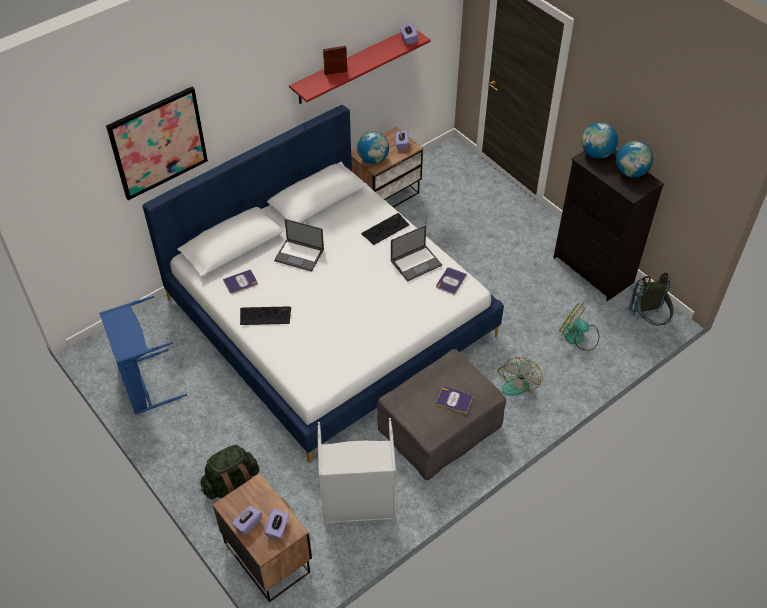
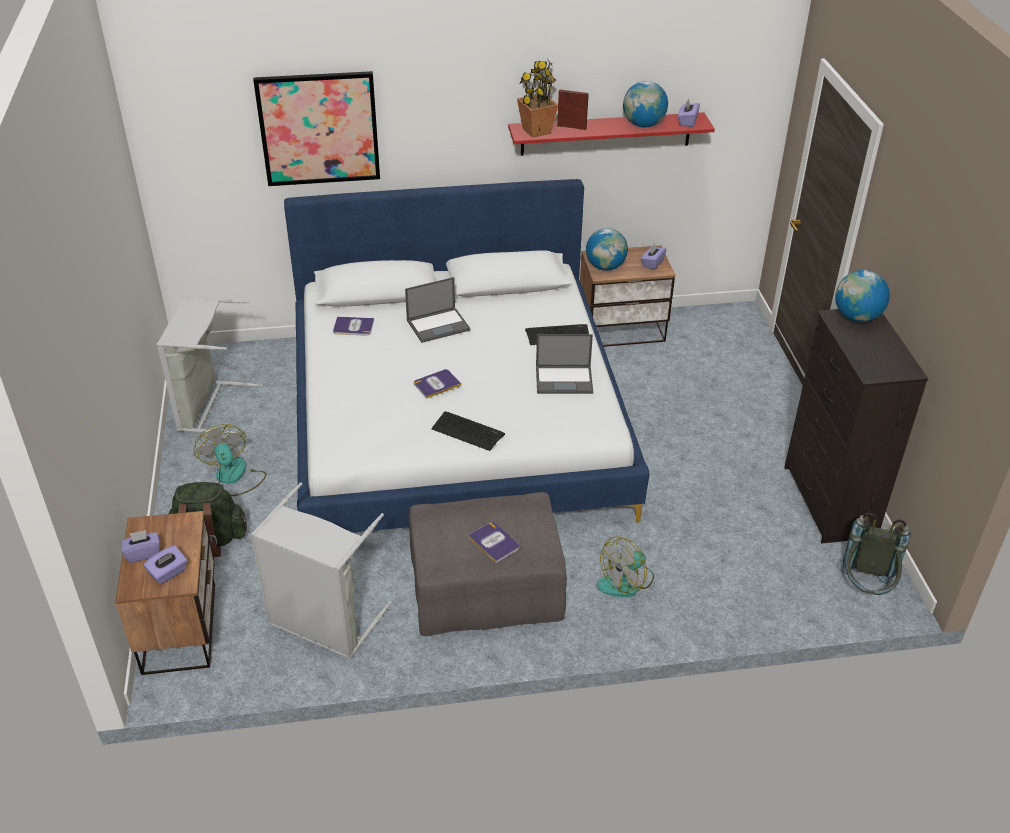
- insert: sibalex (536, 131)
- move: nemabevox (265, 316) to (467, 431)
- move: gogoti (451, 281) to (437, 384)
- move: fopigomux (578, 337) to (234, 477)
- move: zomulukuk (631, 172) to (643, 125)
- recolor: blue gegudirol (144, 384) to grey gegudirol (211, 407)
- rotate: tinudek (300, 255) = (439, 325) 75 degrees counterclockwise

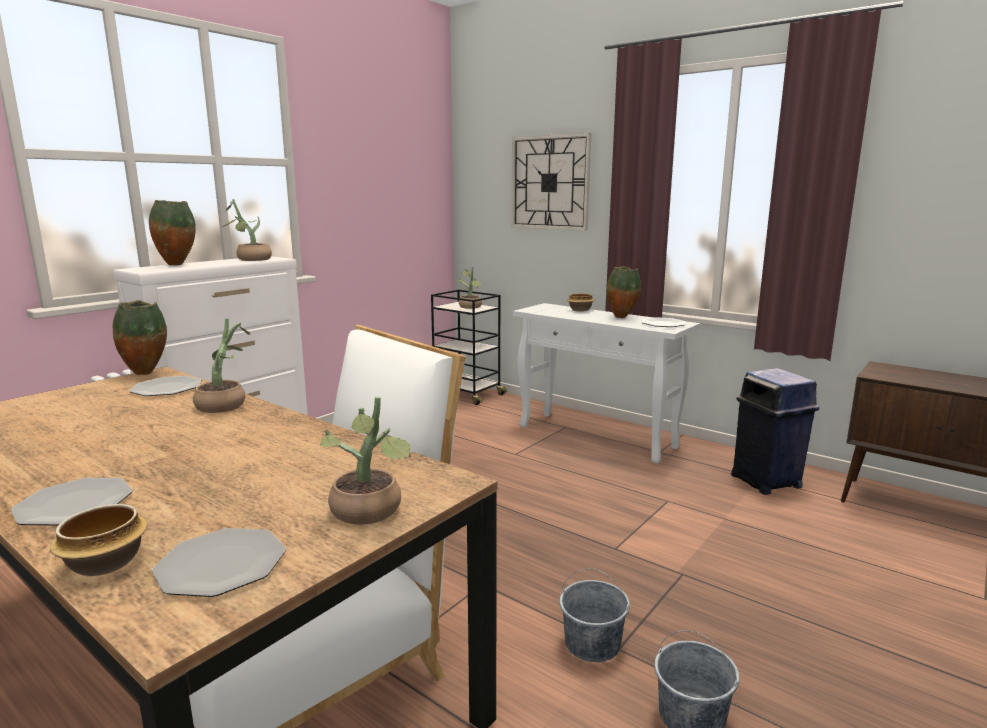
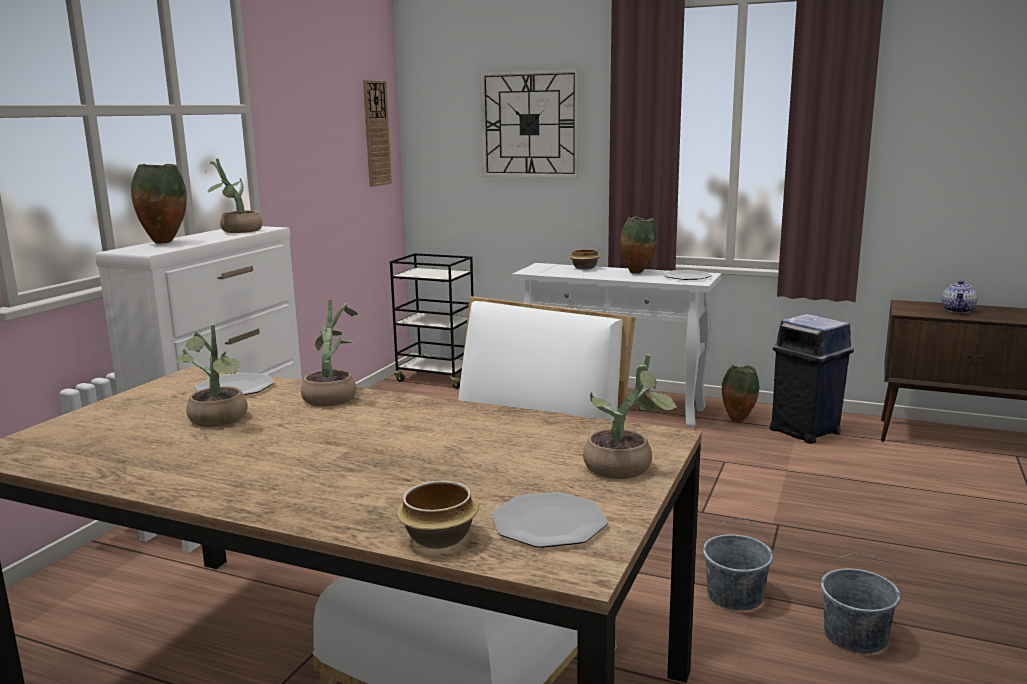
- delete: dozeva (74, 504)
- insert: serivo (376, 133)
- insert: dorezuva (958, 310)
- move: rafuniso (146, 373) to (738, 420)
- move: sibalex (470, 307) to (219, 421)

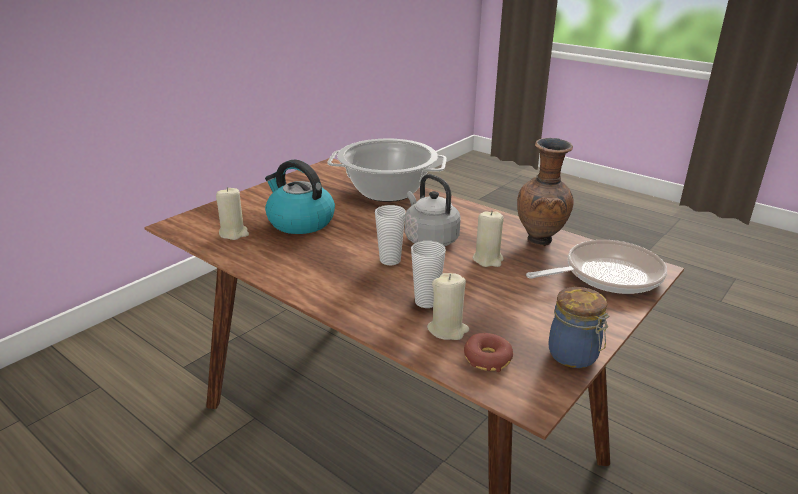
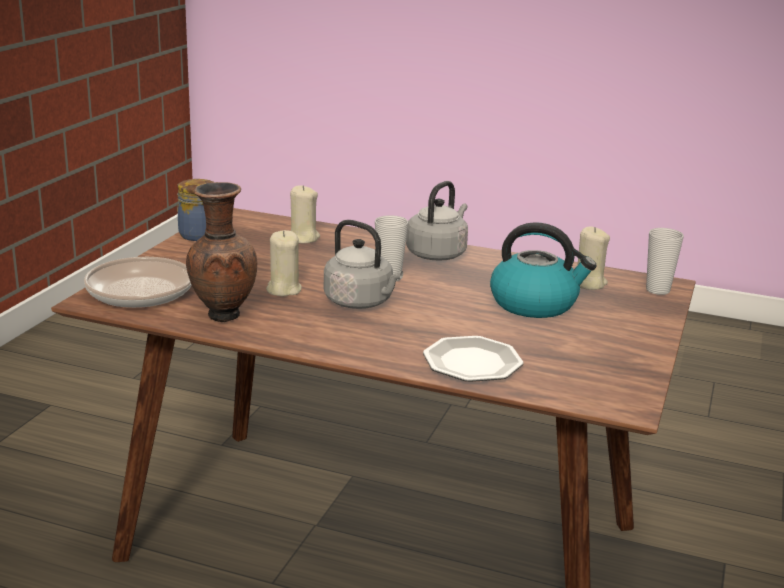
- delete: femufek (487, 358)
- insert: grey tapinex (438, 254)
- move: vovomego (426, 302) to (658, 290)
- replace: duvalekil (388, 191) to dozeva (472, 363)

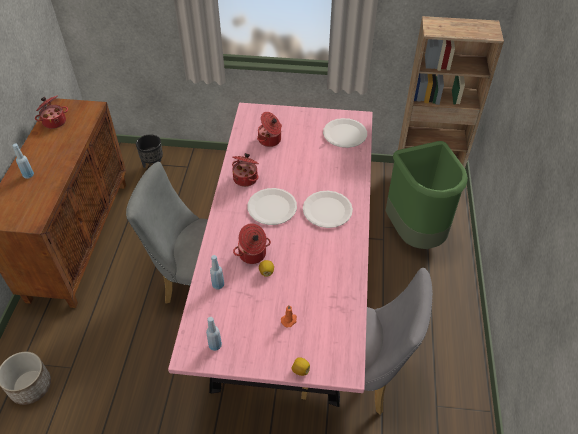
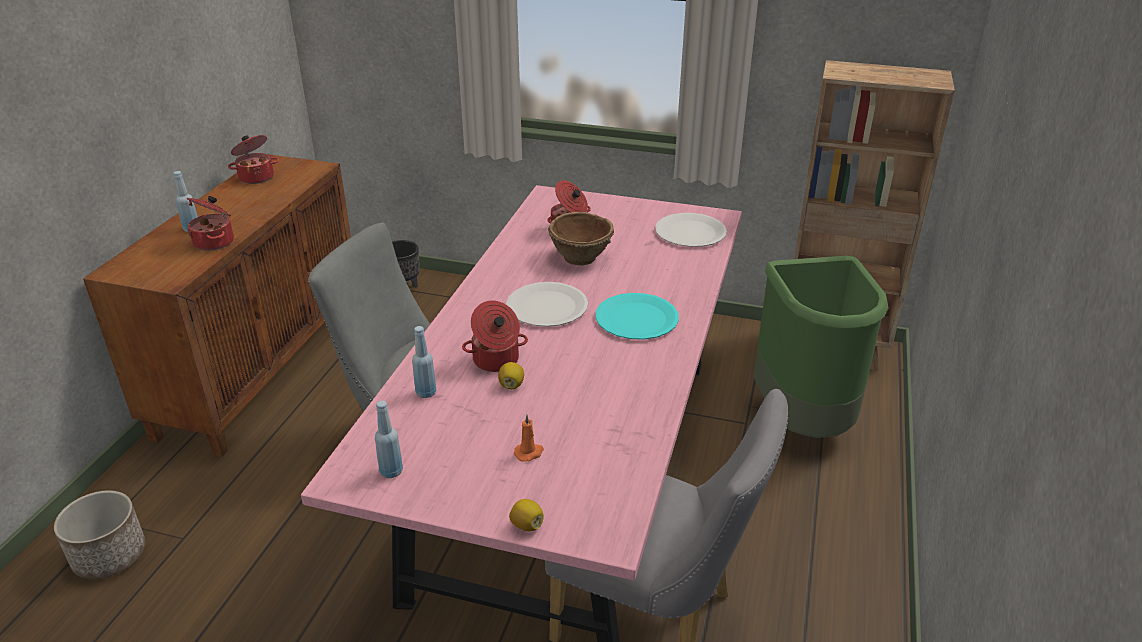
- insert: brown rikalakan (581, 258)
- move: duvalekil (246, 178) to (215, 242)
- recolor: white dozeva (327, 210) to turquoise dozeva (637, 319)

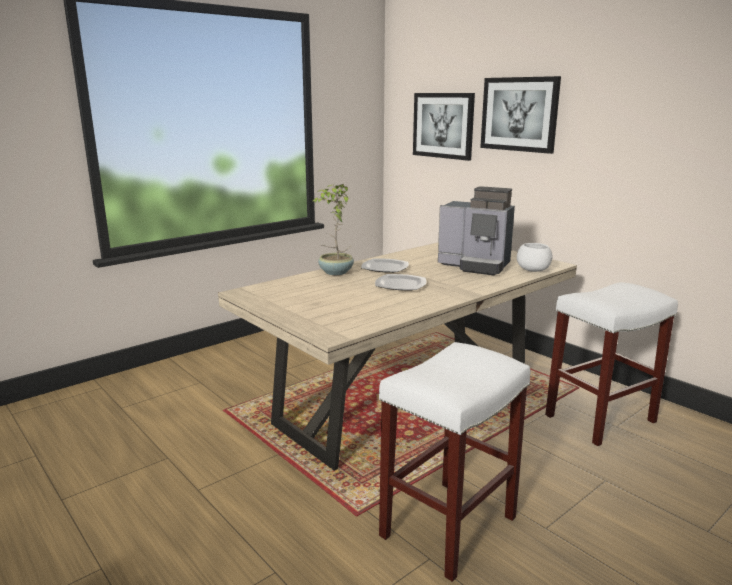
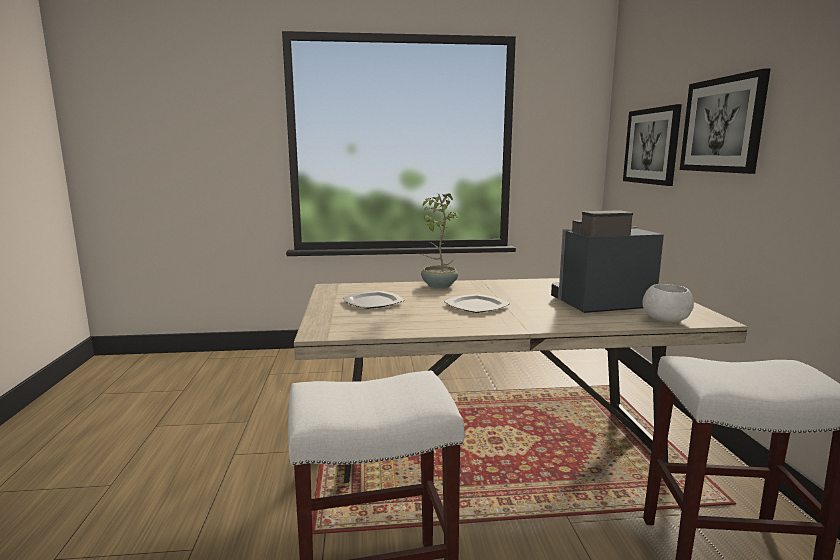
- move: dozeva (384, 267) to (373, 302)
- rotate: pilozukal (476, 266) = (599, 304) 105 degrees clockwise

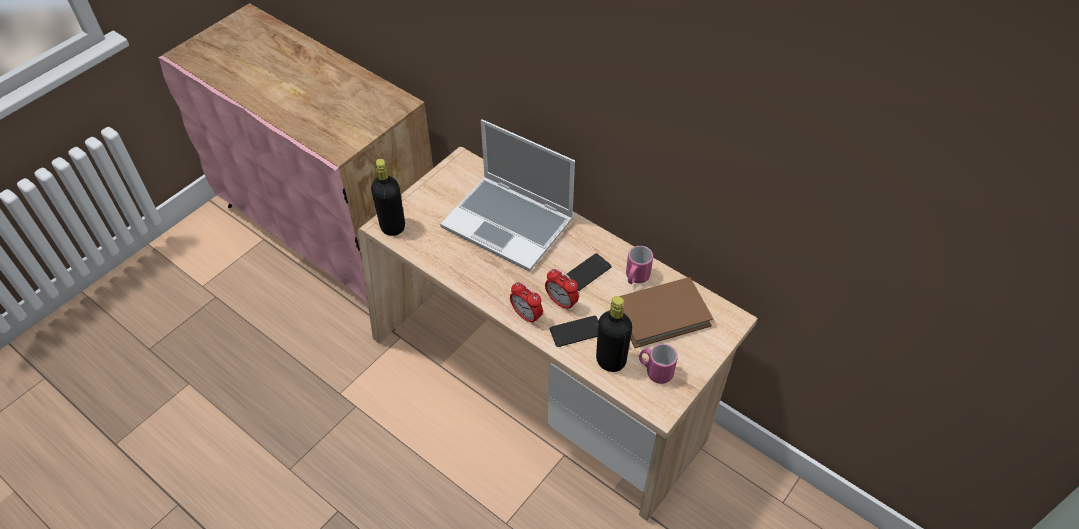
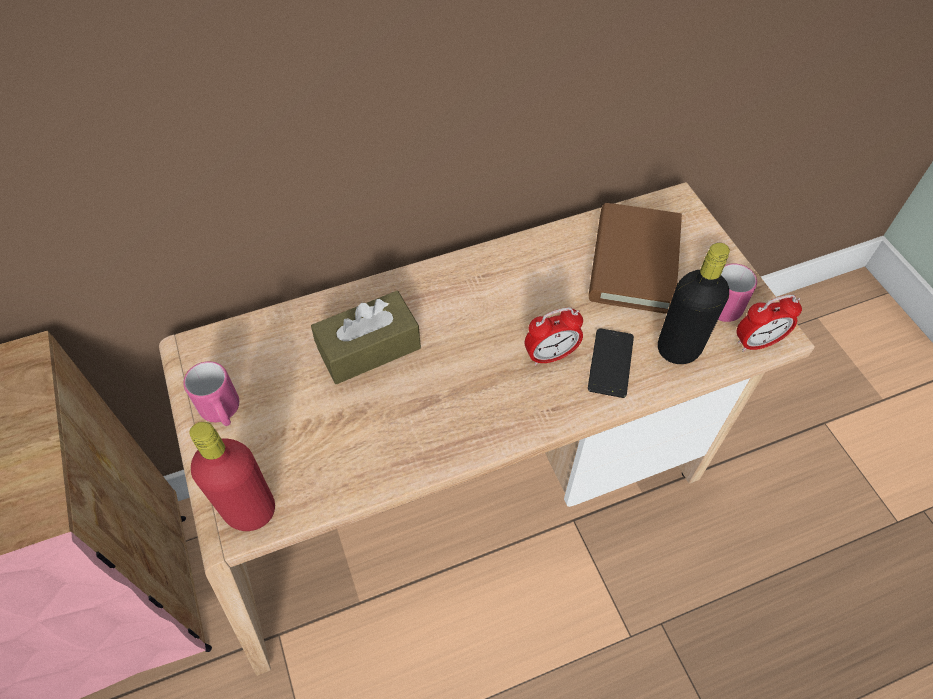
- delete: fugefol (587, 272)
- move: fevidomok (526, 315) to (757, 342)
- move: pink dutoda (635, 278) to (222, 412)
- replace: tinudek (510, 224) to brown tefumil (369, 348)
- recolor: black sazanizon (392, 227) to red sazanizon (250, 510)

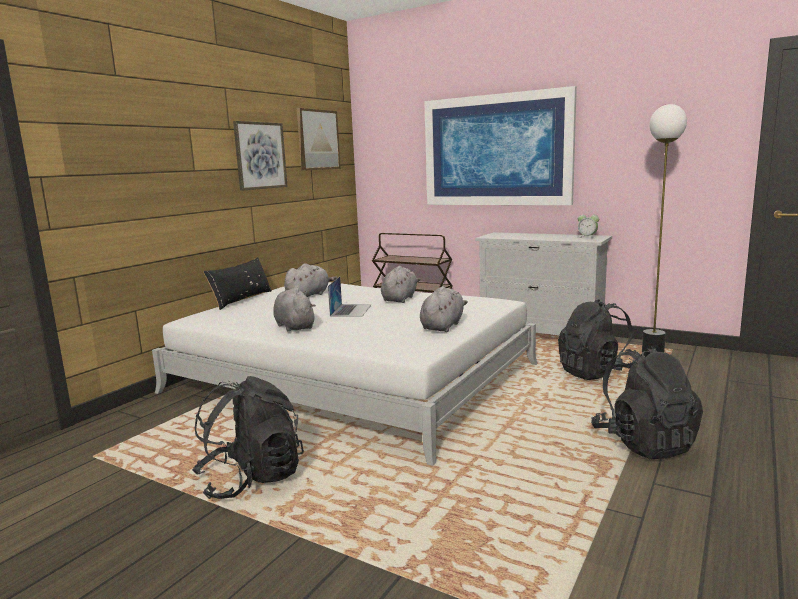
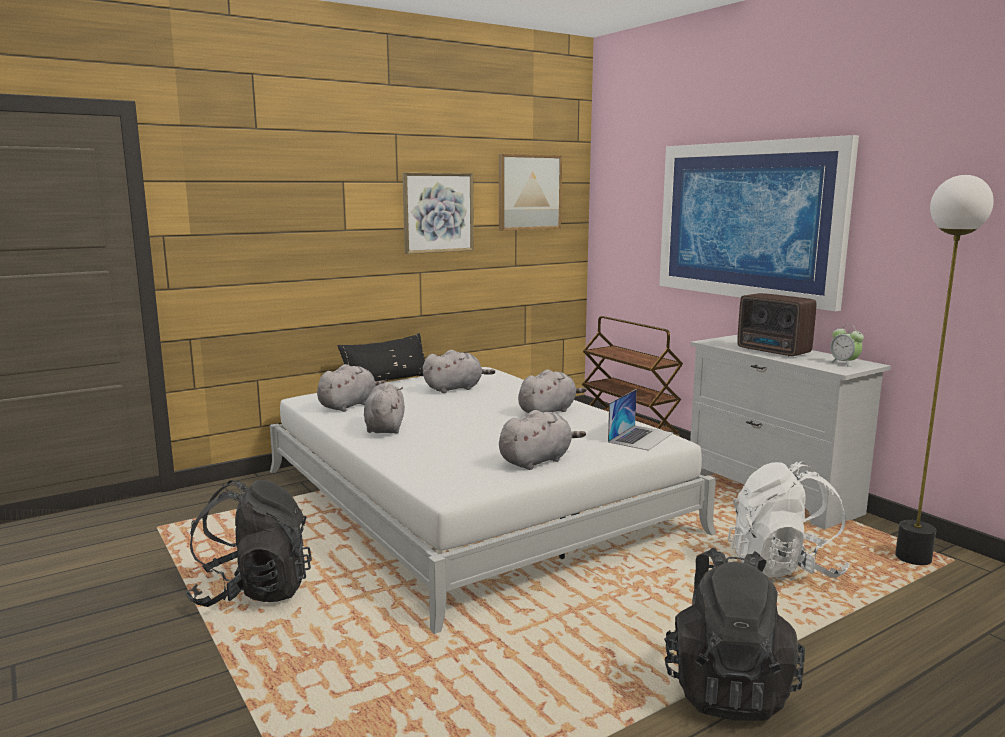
- insert: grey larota (349, 405)
- insert: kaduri (774, 351)
- move: tinudek (351, 310) to (641, 437)
- recolor: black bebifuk (595, 373) to white bebifuk (783, 567)

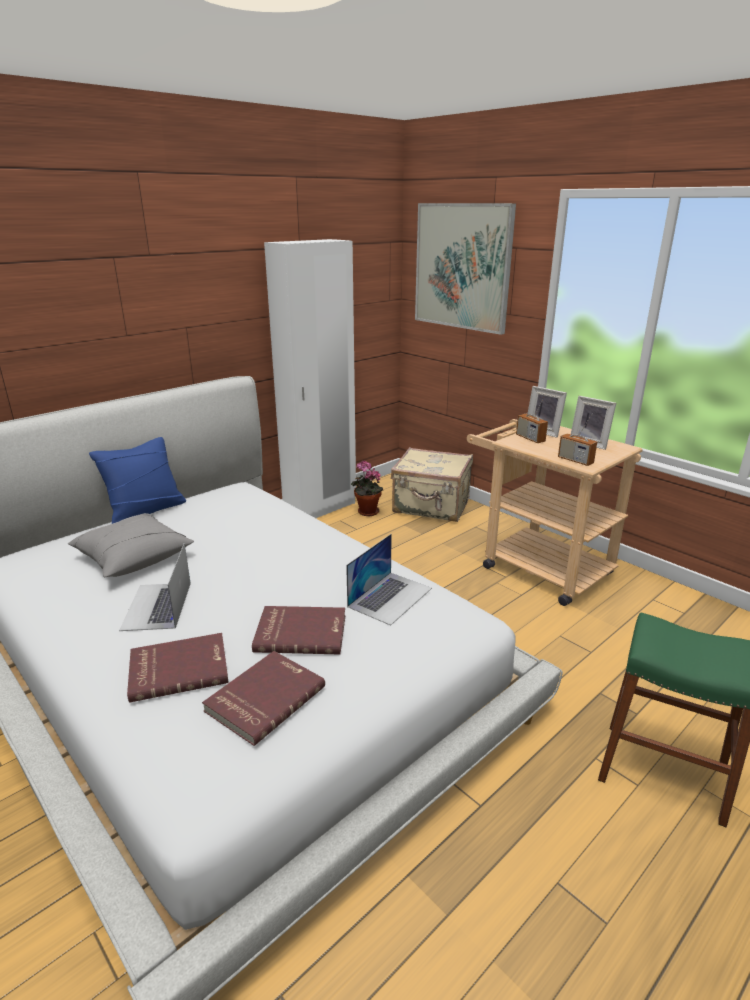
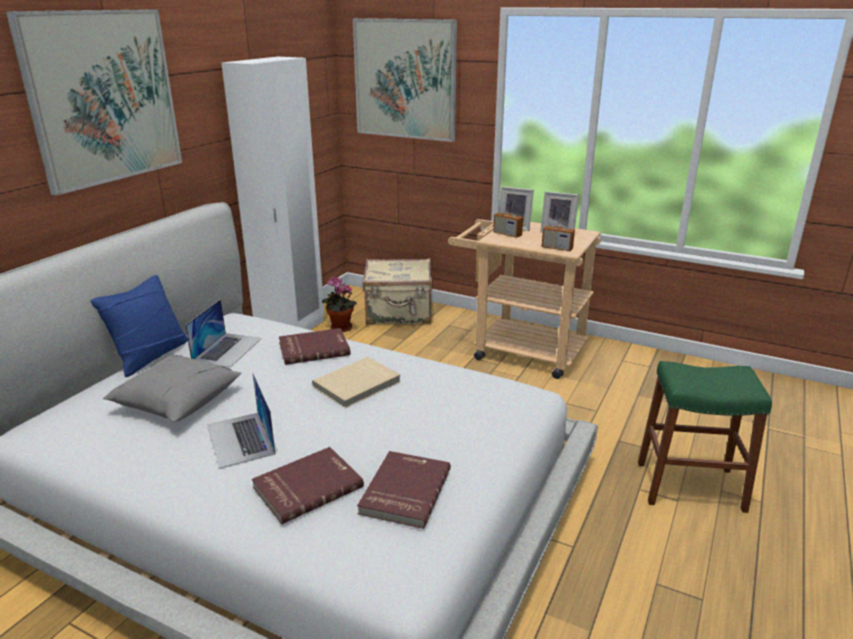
- insert: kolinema (103, 97)
- insert: beige gogoti (358, 385)
- move: red gogoti (301, 632) to (314, 348)
- move: tinudek (390, 597) to (227, 349)

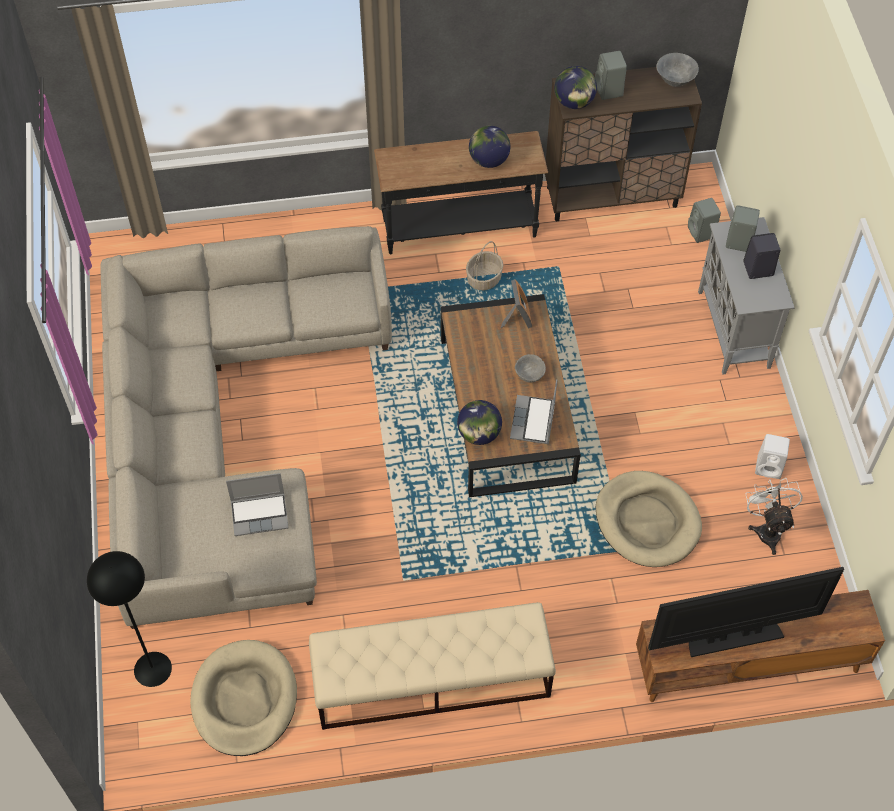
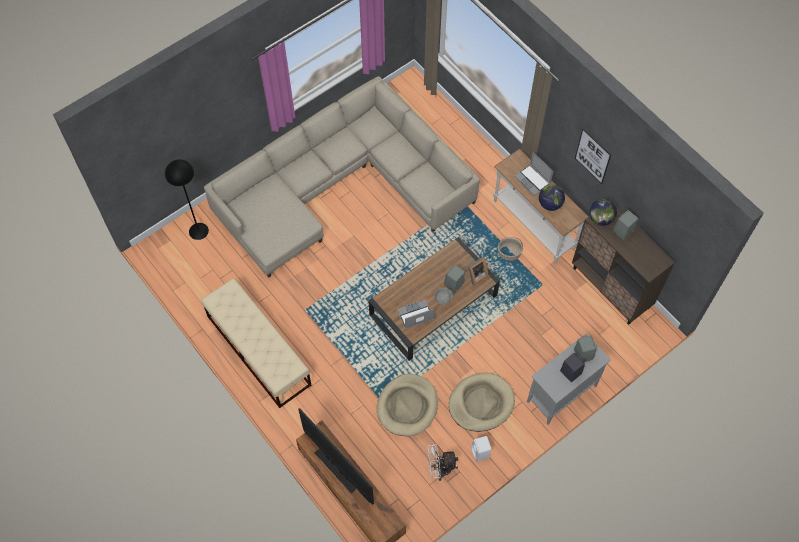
- delete: zomulukuk (479, 434)
- delete: grey rikalakan (675, 81)
- insert: kolinema (593, 156)
- move: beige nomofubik (244, 700) to (481, 403)
- move: tinudek (260, 514) to (533, 180)
- move: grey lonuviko (702, 233) to (453, 284)
- recolor: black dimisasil (460, 229) to white dimisasil (533, 225)
- rotate: white fopigomux (767, 529) = (440, 469) 150 degrees counterclockwise

